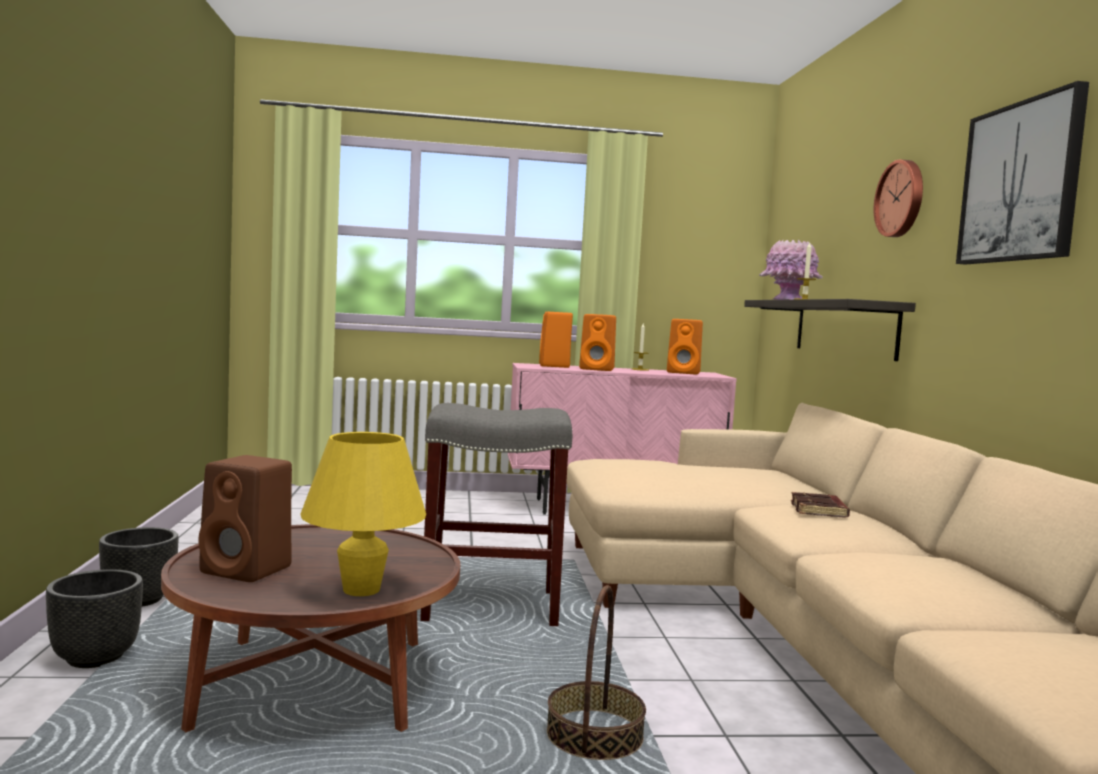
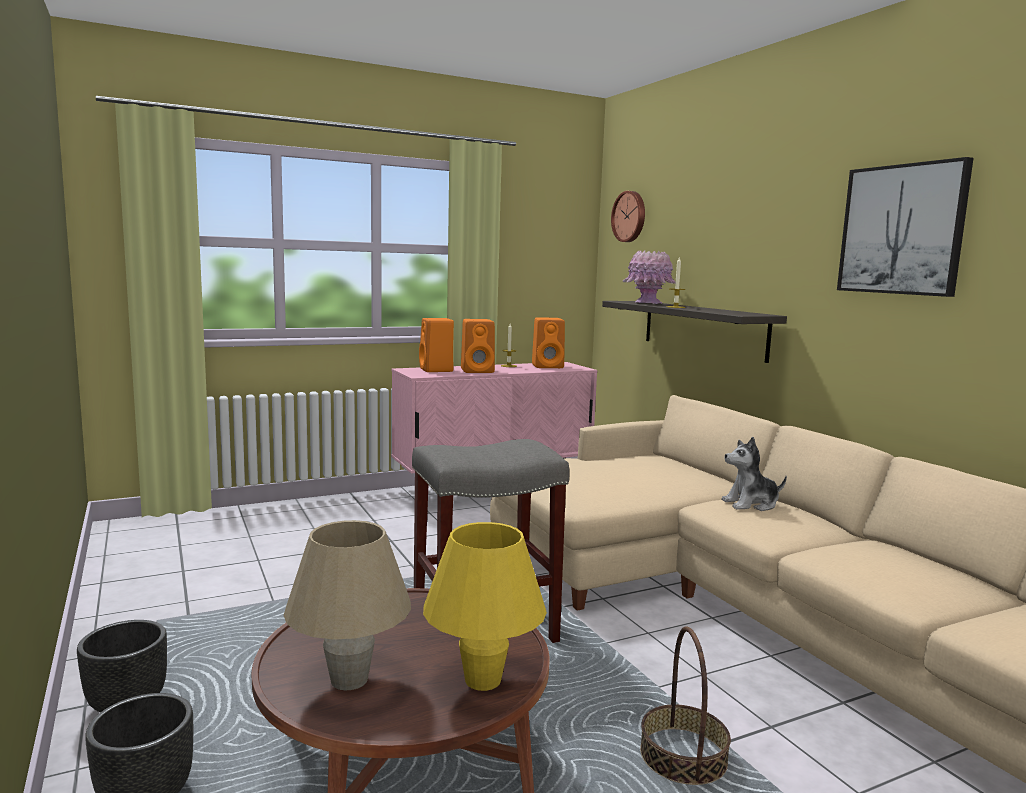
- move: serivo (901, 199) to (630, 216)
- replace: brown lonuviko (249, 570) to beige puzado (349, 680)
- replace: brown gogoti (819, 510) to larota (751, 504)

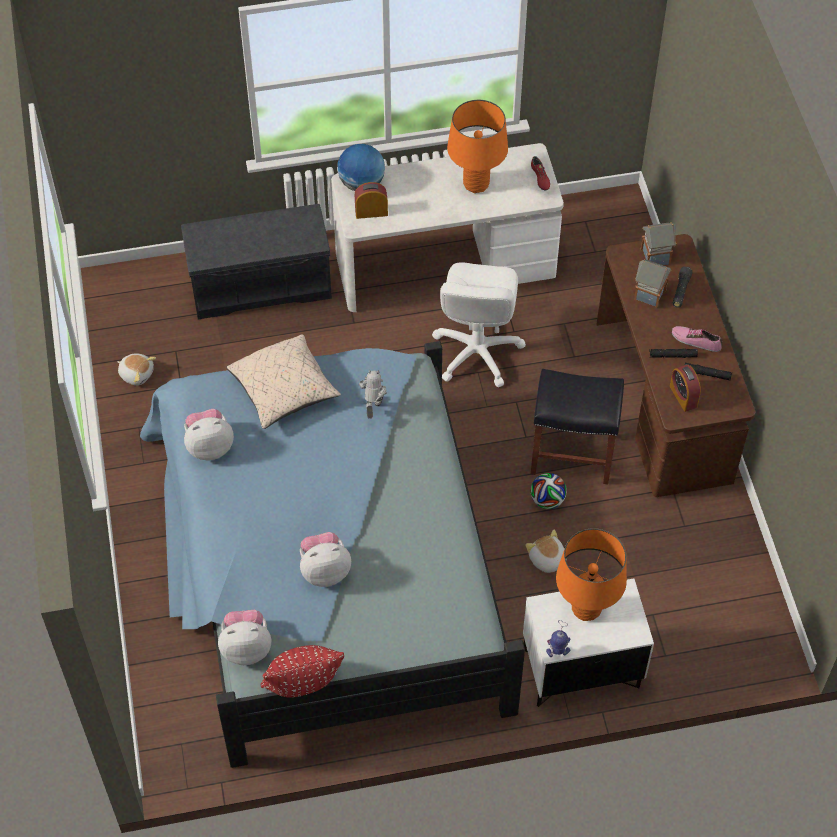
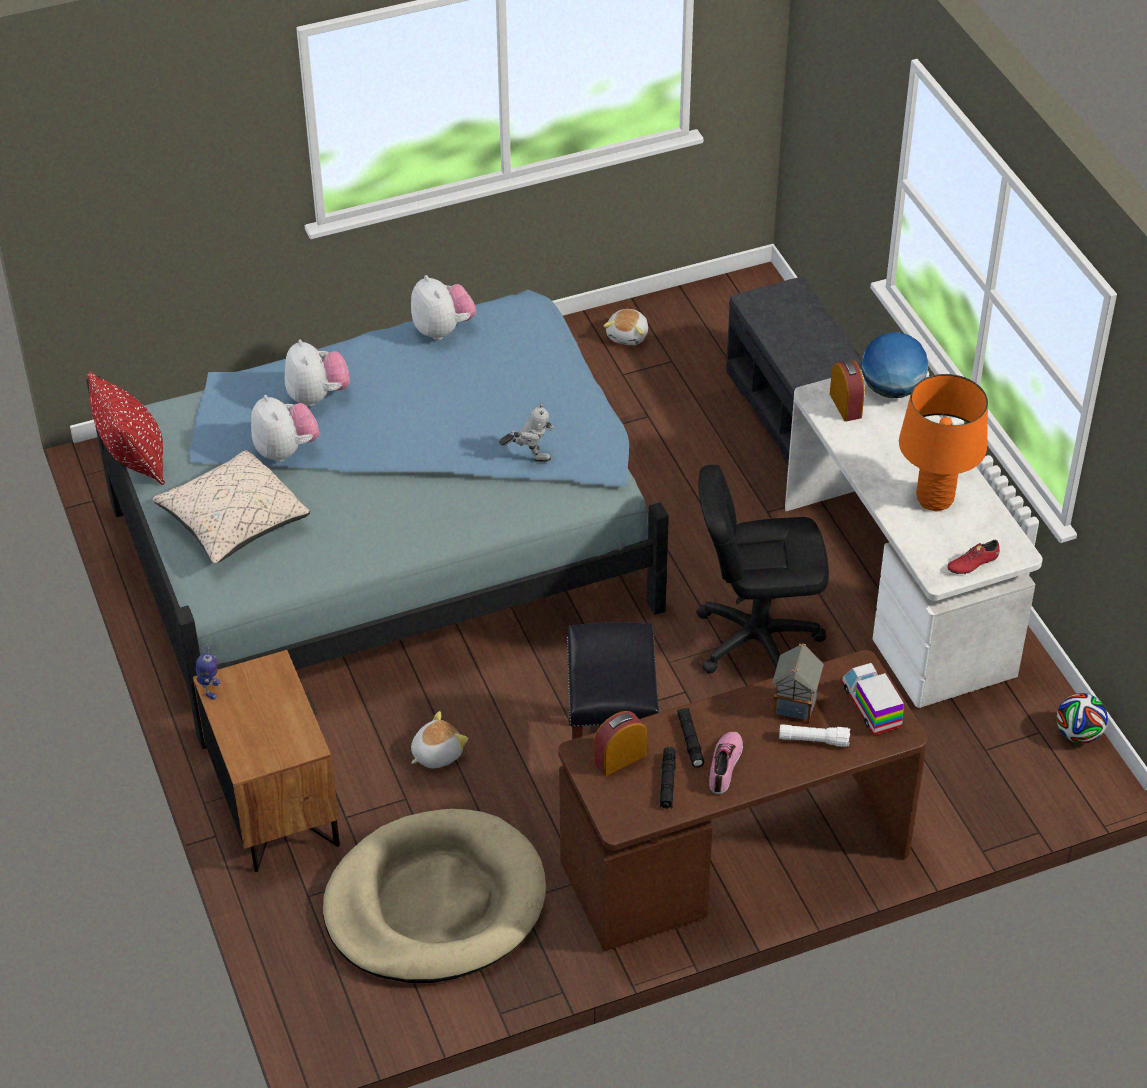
- delete: orange puzado (586, 609)
- insert: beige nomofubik (435, 903)
- move: larota (246, 647) to (317, 396)
- move: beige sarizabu (284, 391) to (233, 522)
- move: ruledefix (547, 500) to (1078, 734)
- replace: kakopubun (656, 256) to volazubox (871, 706)
- recolor: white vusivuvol (476, 352) to black vusivuvol (756, 640)
- recolor: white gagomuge (580, 670) to brown gagomuge (274, 806)
- recolor: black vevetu (681, 291) to white vevetu (813, 740)

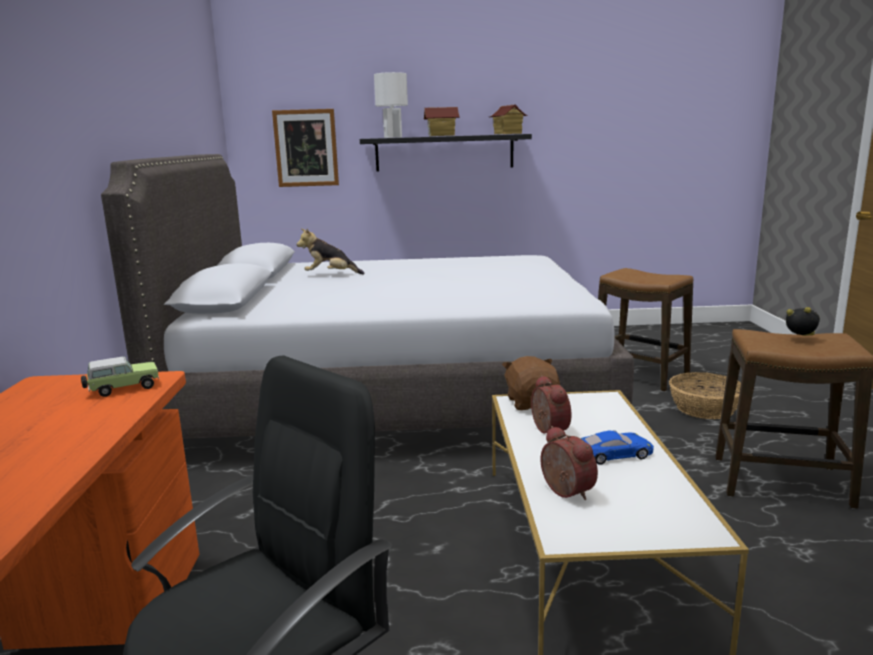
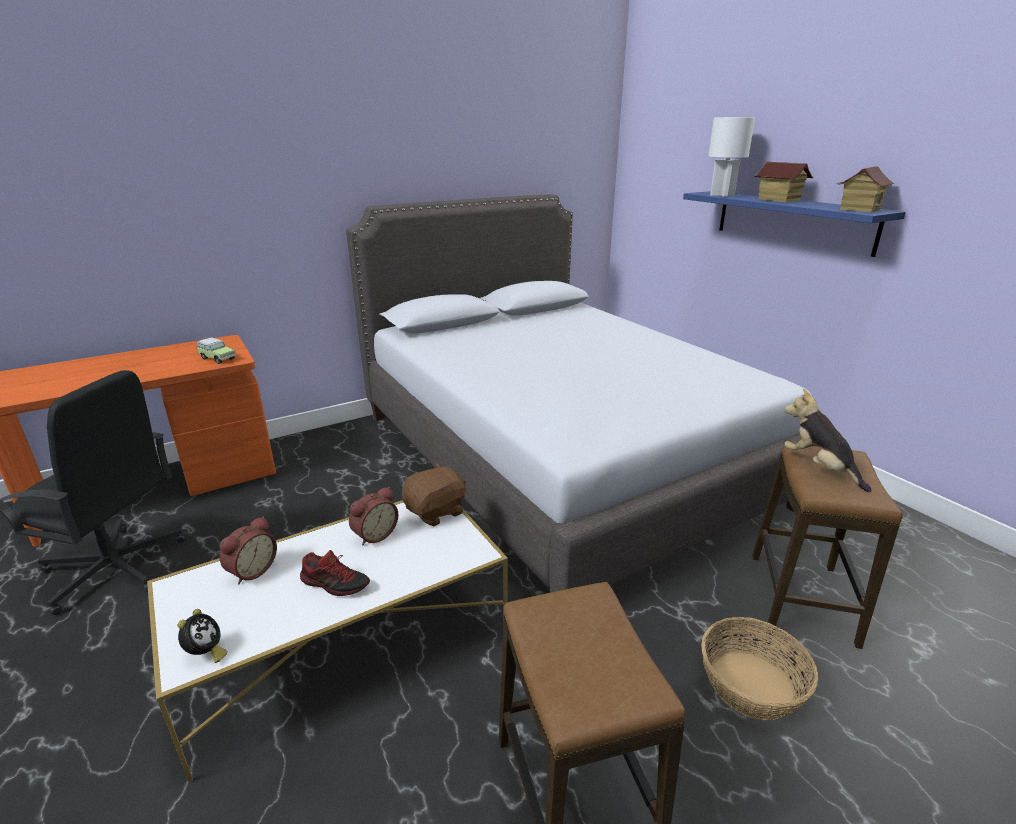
- delete: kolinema (306, 148)
- move: larota (330, 275) to (819, 467)
- move: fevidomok (801, 339) to (206, 653)
- replace: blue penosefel (613, 454) to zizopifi (335, 583)
- recolor: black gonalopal (444, 153) to blue gonalopal (793, 221)

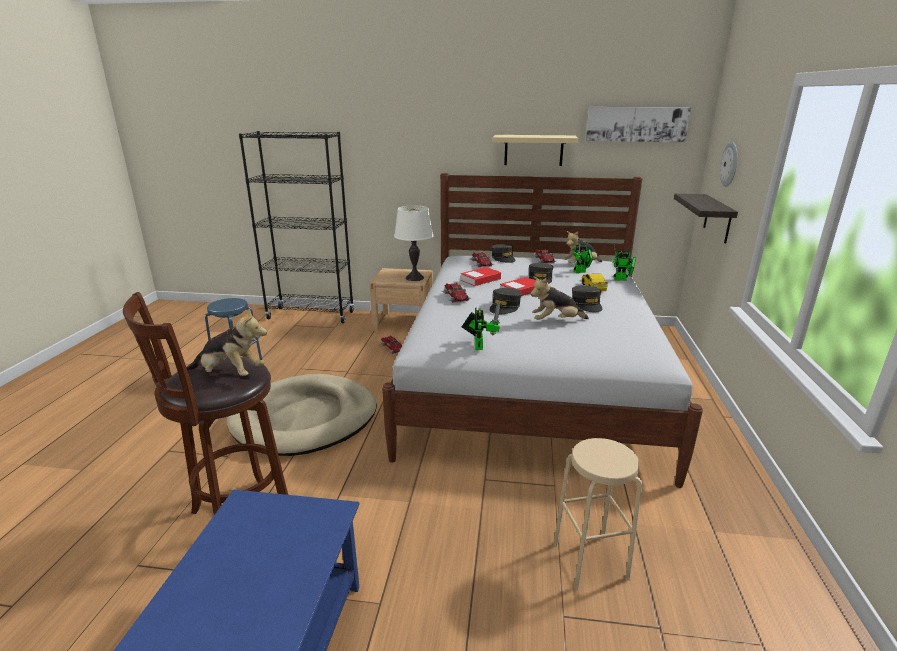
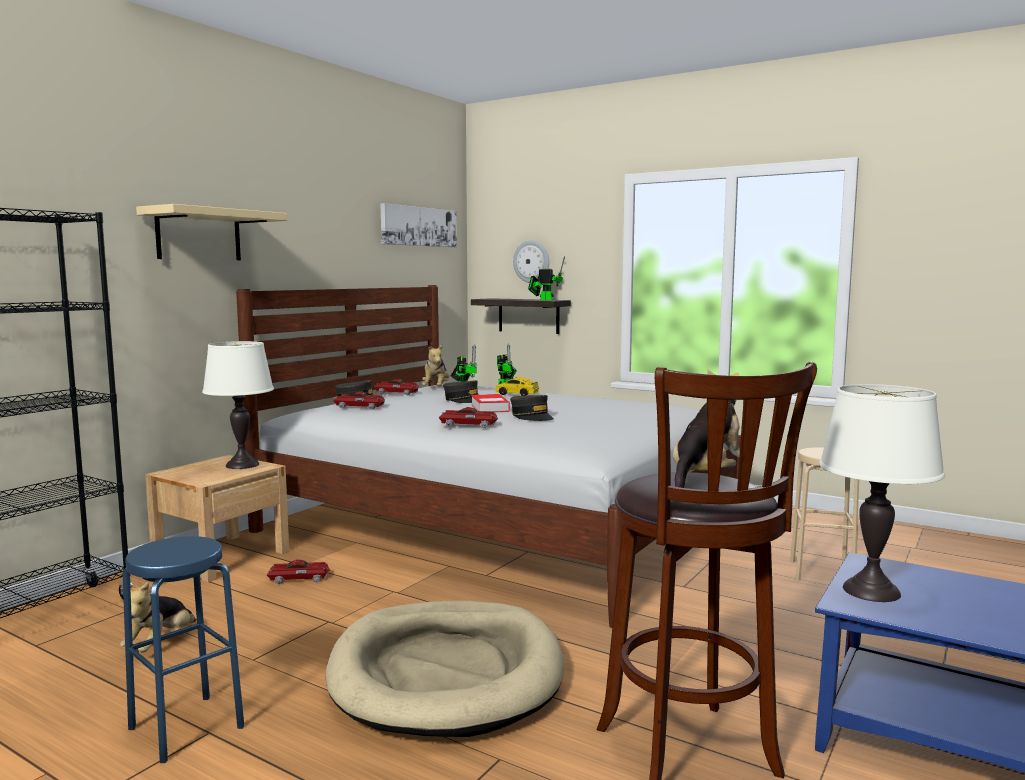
- delete: gogoti (480, 280)
- delete: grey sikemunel (586, 305)
- insert: white puzado (871, 591)
- move: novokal (478, 345) to (544, 299)
- move: beige gonalopal (533, 150) to (199, 235)
- move: larota (556, 321) to (160, 644)

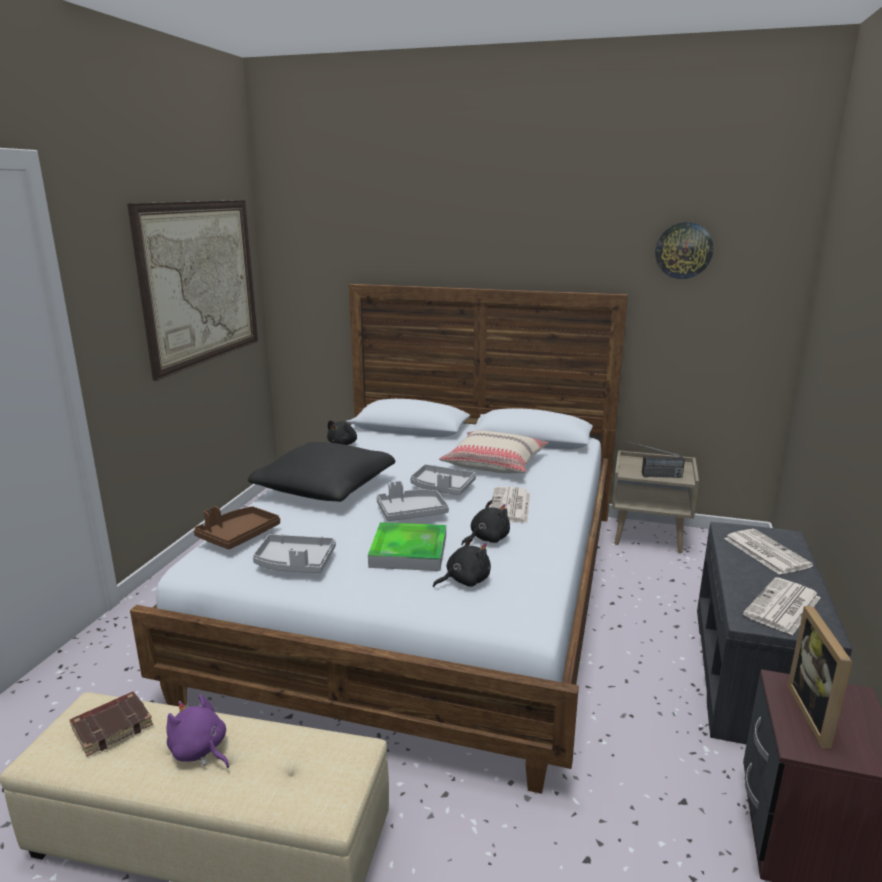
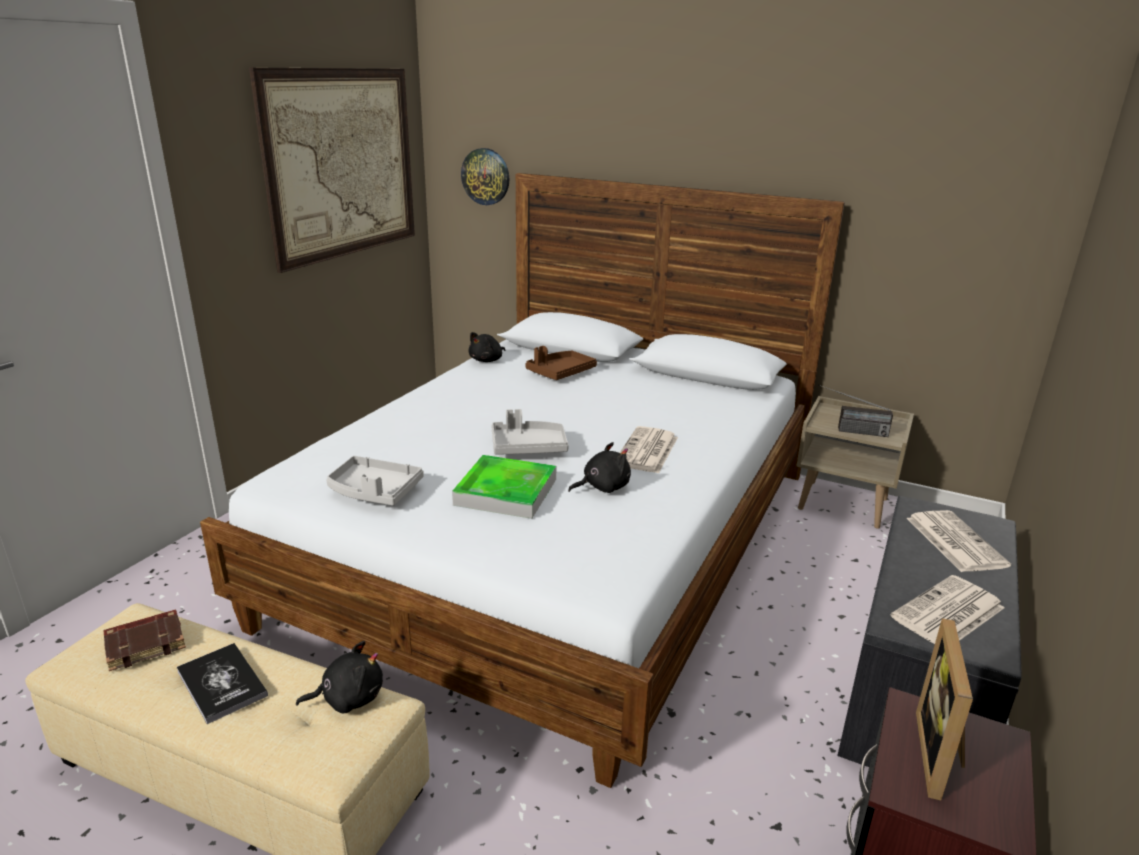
- delete: black sarizabu (325, 488)
- delete: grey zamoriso (442, 488)
- delete: beige sarizabu (495, 463)
- move: brown zamoriso (238, 536) to (560, 373)
- move: black larota (464, 580) to (348, 698)
- move: serivo (683, 250) to (486, 176)
- replace: purple larota (200, 751) to gogoti (222, 683)

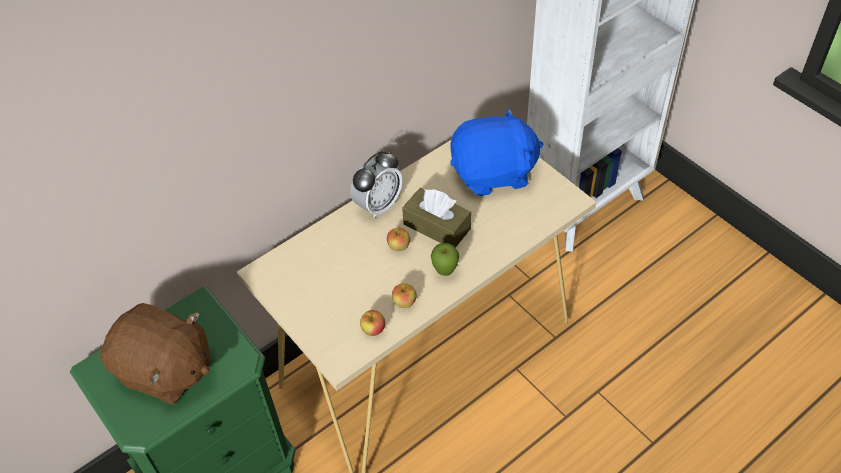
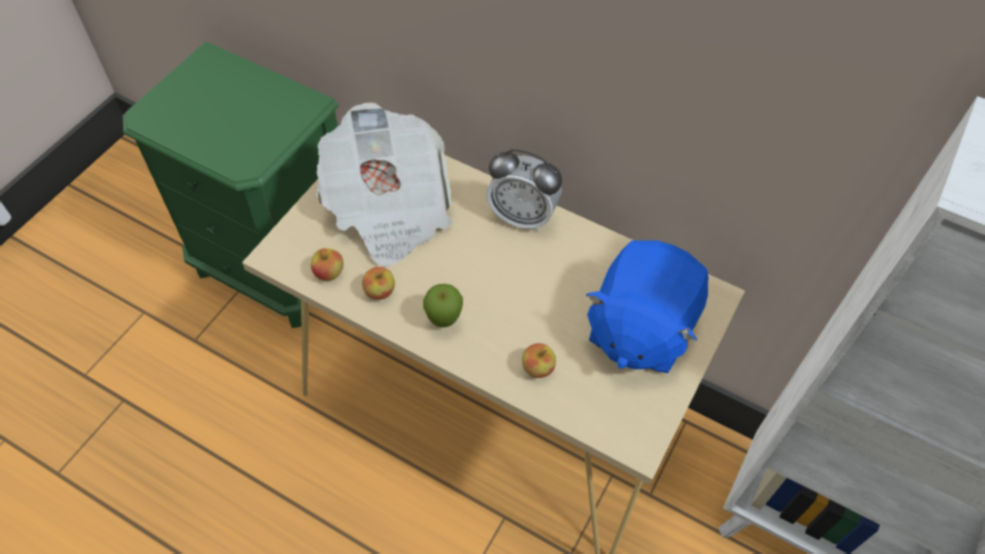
- delete: brown larota (165, 371)
- delete: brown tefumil (437, 226)
- insert: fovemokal (388, 209)
- move: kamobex (399, 246) to (537, 368)
- rotate: blue larota (494, 173) = (639, 328) 60 degrees clockwise

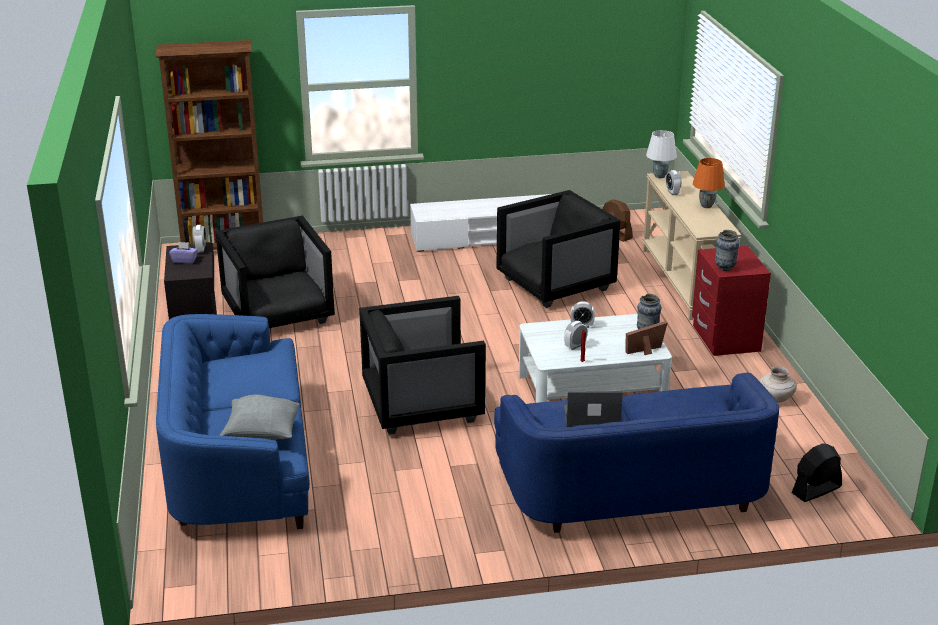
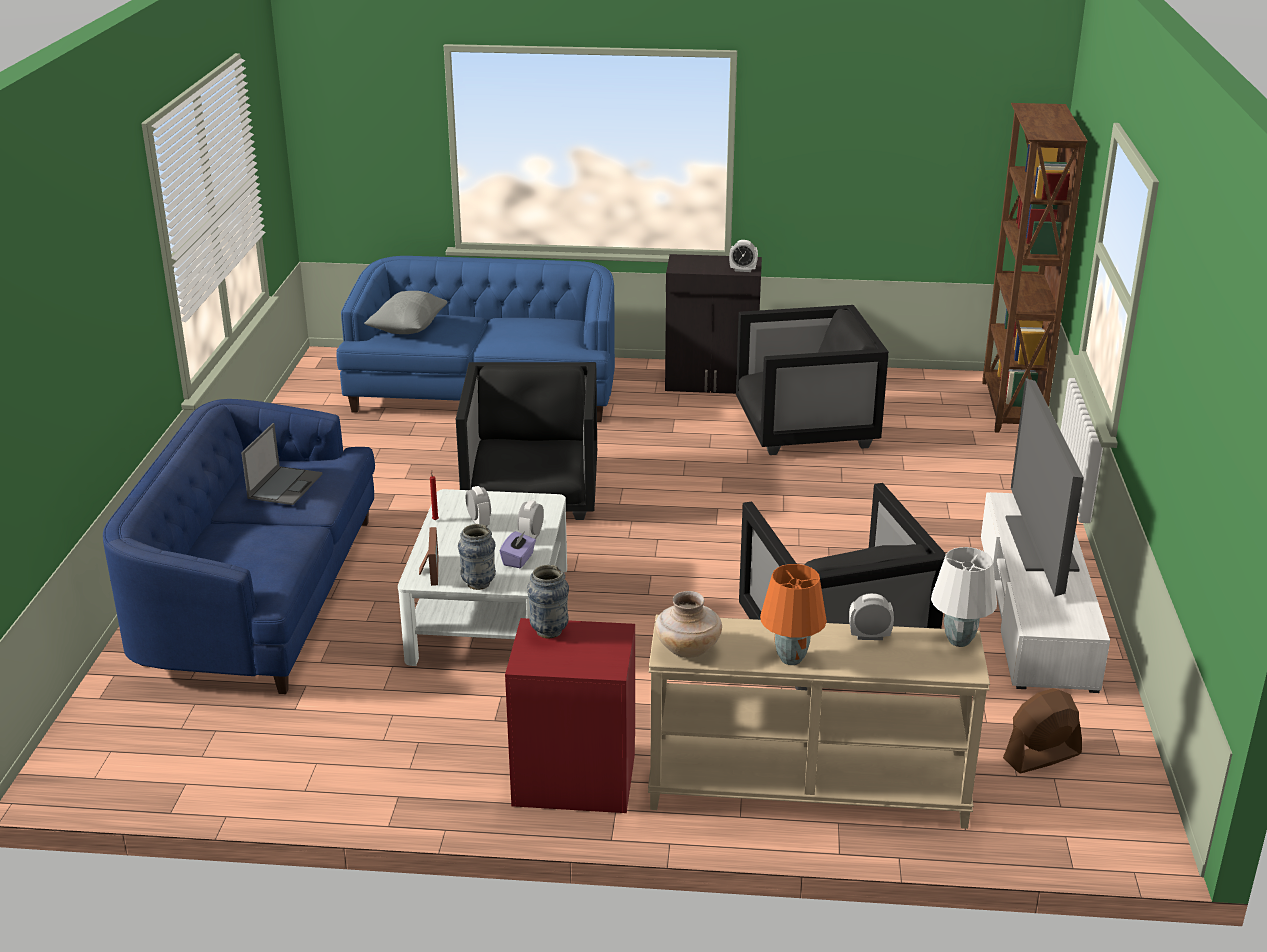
- delete: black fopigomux (816, 490)
- insert: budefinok (1041, 544)
- move: purple tefumil (184, 260) to (518, 560)
- move: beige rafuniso (775, 399) to (688, 650)

